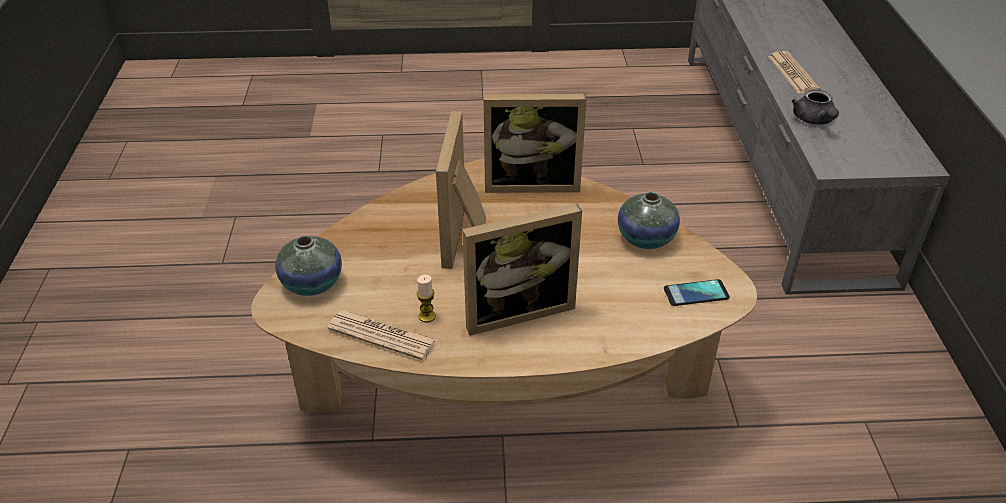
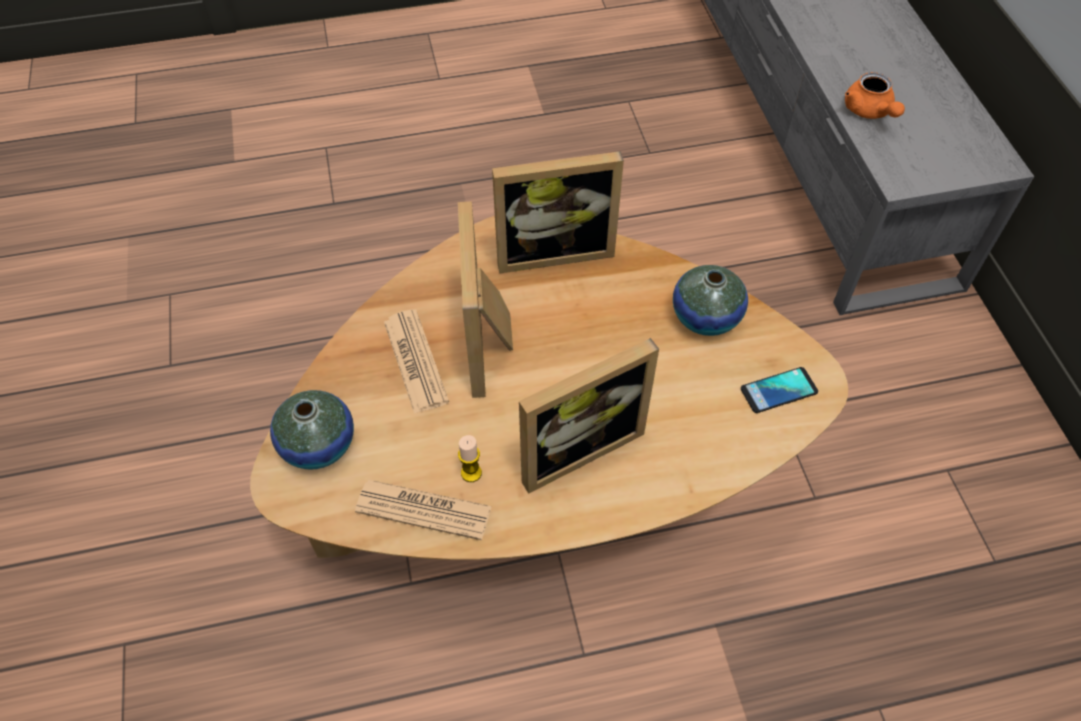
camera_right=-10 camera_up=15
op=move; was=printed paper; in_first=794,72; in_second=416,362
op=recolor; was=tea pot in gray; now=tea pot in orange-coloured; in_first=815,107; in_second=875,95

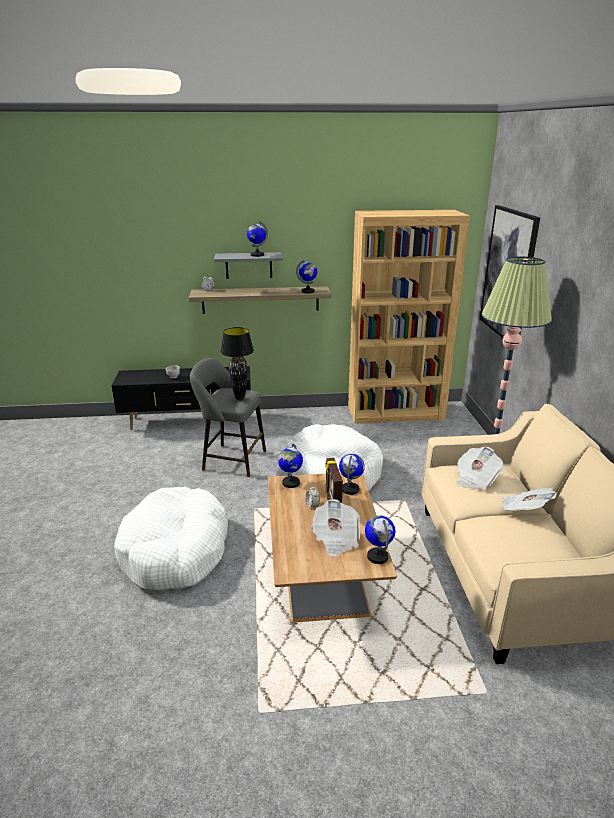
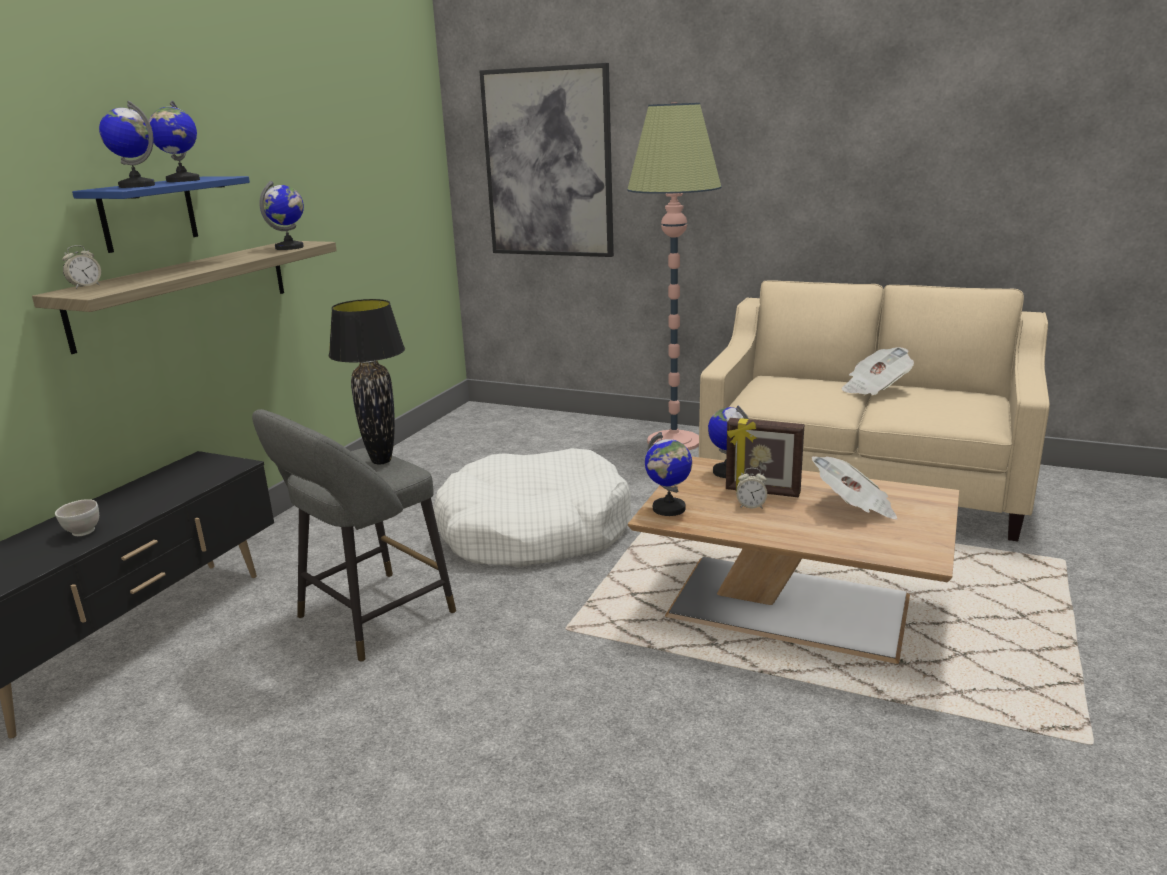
camera_right=-60 camera_up=-5
op=delete; was=dog cushion in whitish; in_first=171,539
op=recolor; was=bracket shelf in gray; now=bracket shelf in blue; in_first=248,265; in_second=161,214
op=delete; was=shelving unit in brown; in_first=409,317
op=move; was=globe; in_first=380,539; in_second=127,144
op=delete; was=printed paper; in_first=480,468

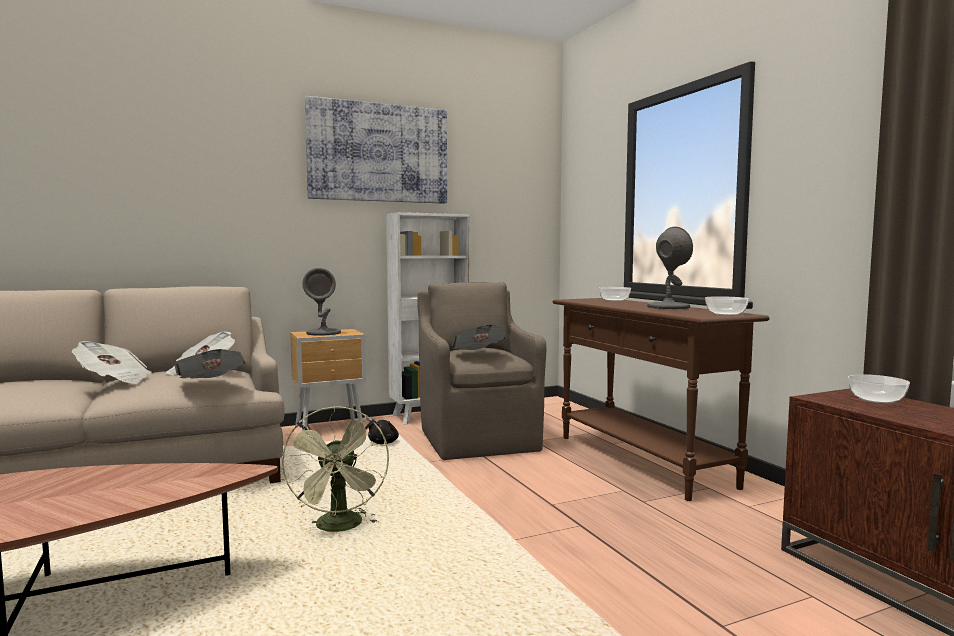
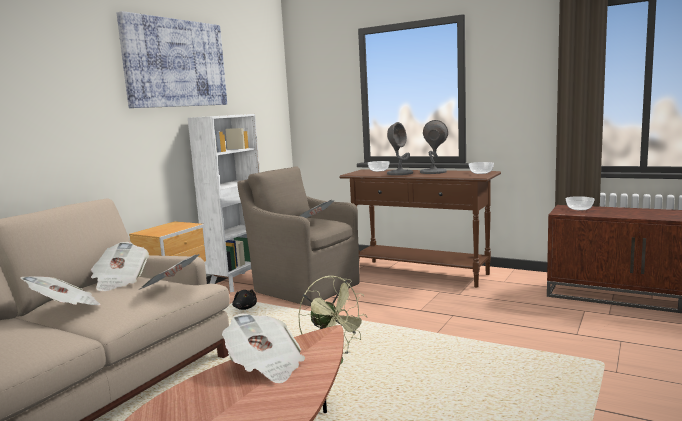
camera_right=-35 camera_up=5
op=move; was=lamp for a table in gray; in_first=321,302; in_second=400,148
op=insert; now=printed paper; in_second=263,348

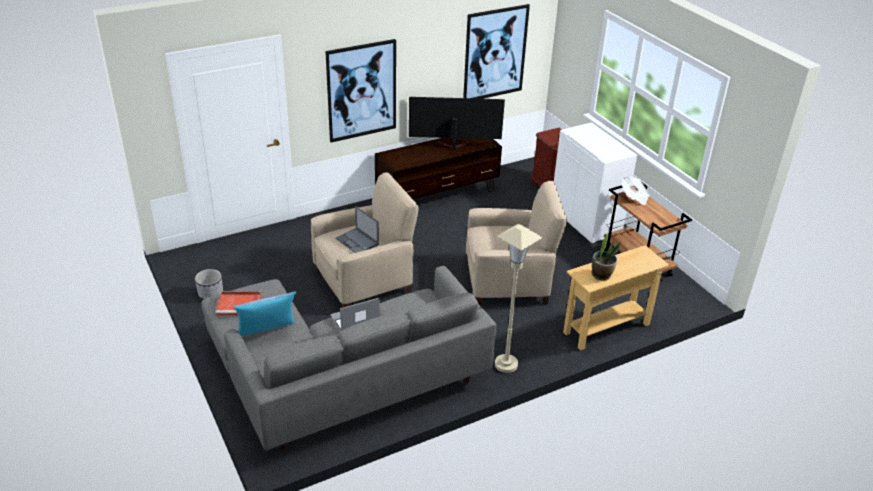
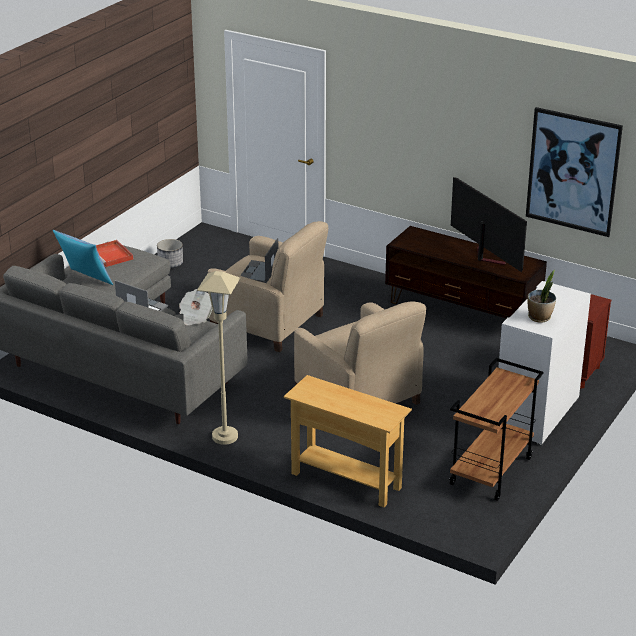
camera_right=60 camera_up=-5
op=delete; was=wall art; in_first=360,91
op=move; was=houseplant; in_first=606,256; in_second=541,296
op=move; was=printed paper; in_first=635,190; in_second=195,307

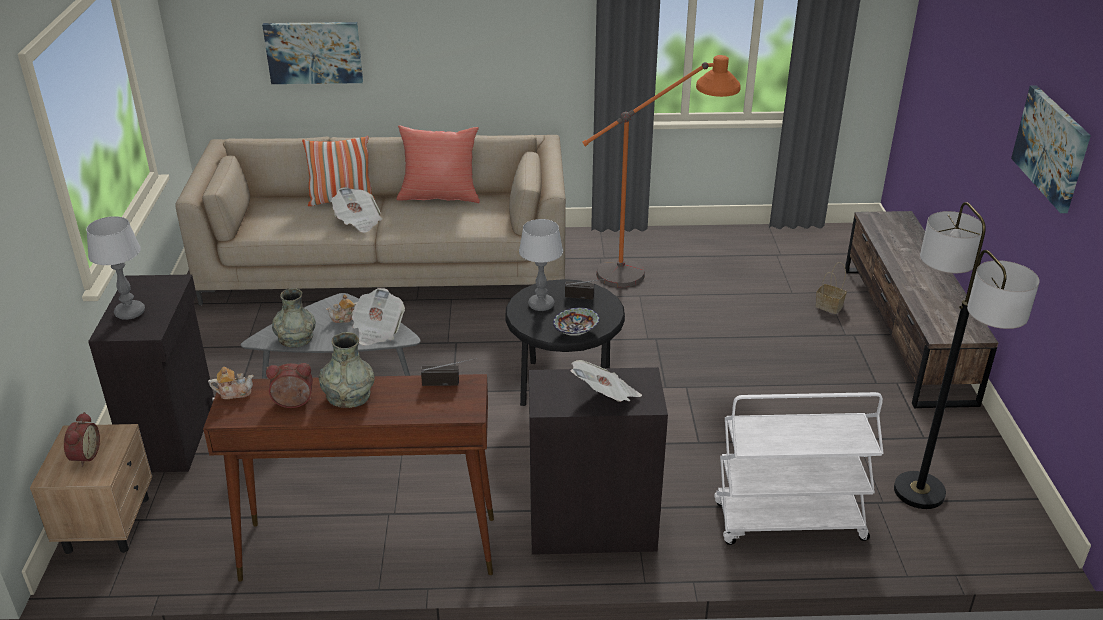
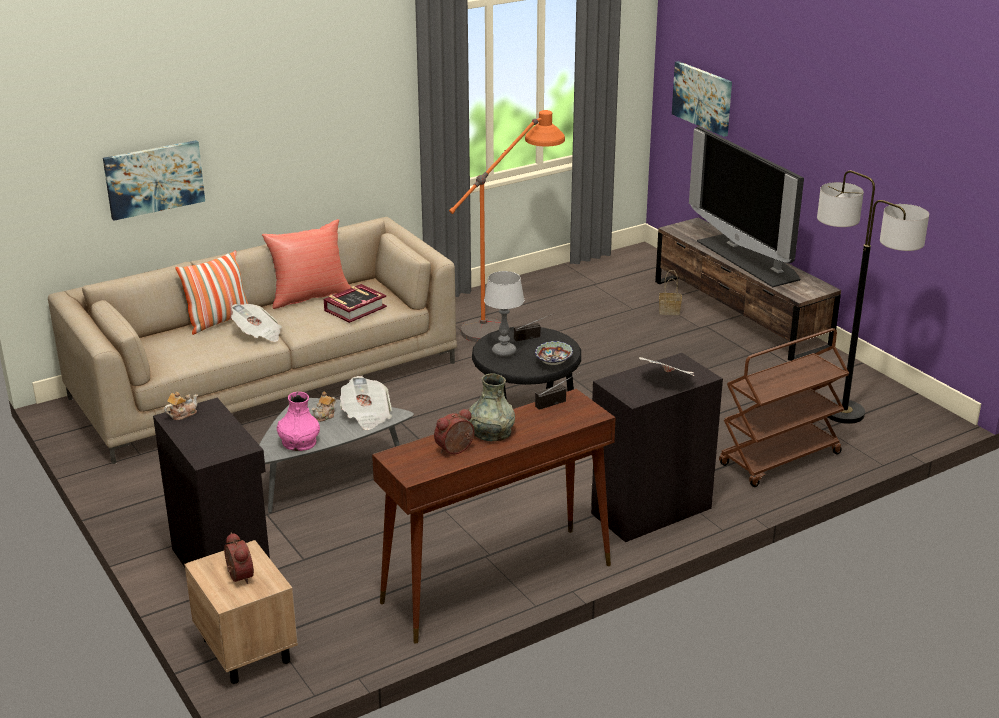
camera_right=-30 camera_up=-5
op=delete; was=lamp for a table; in_first=115,268
op=move; was=tea pot; in_first=231,383; in_second=181,406
op=recolor; was=vase in gray; now=vase in pink-coloured; in_first=294,318; in_second=298,421
op=recolor; was=trolley in whitish; now=trolley in brown; in_first=799,468; in_second=784,407
op=move; was=wall art; in_first=1051,149; in_second=702,99
op=insert; now=book; in_second=355,303
op=insert; now=television; in_second=746,206

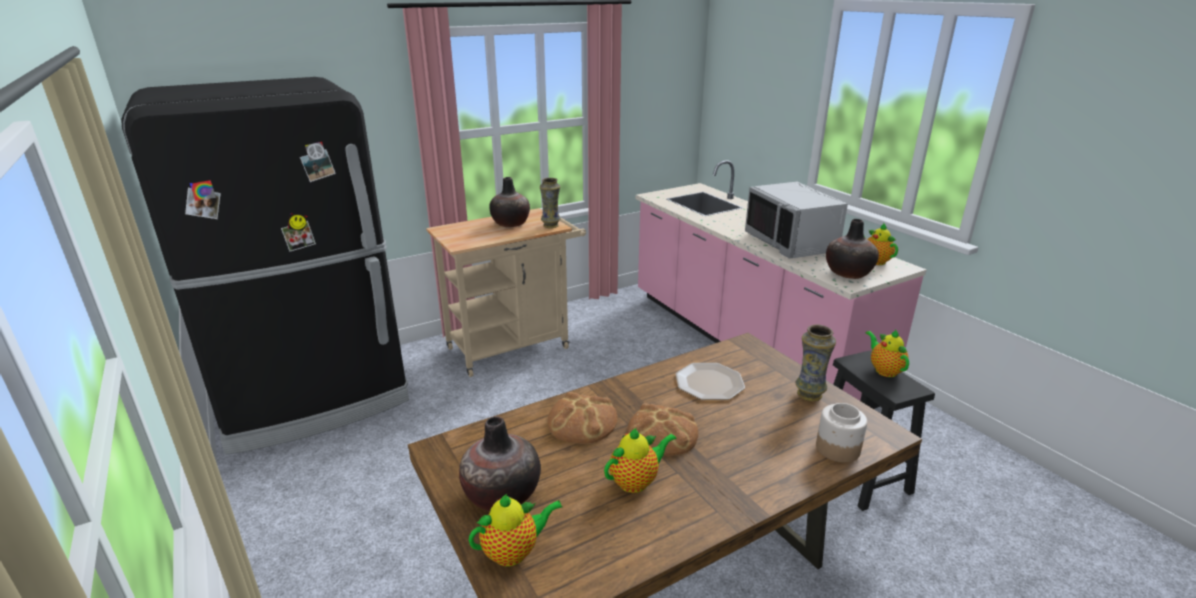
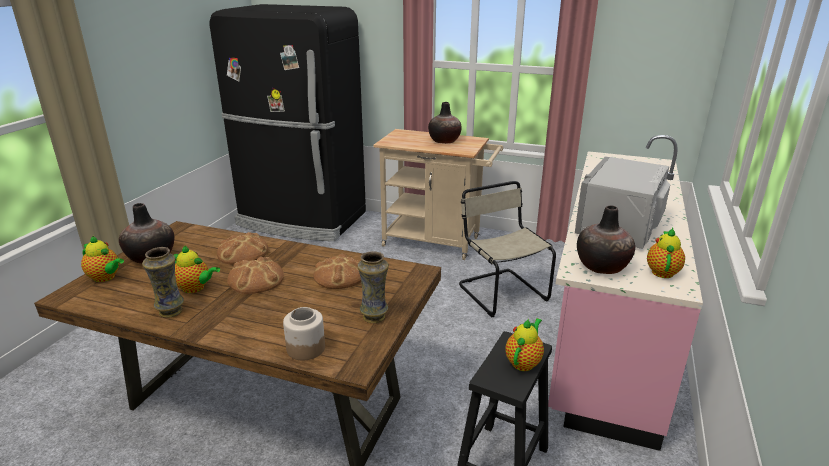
camera_right=50 camera_up=0
op=move; was=vase; in_first=550,203; in_second=163,282
op=replace; was=plate; now=bakery bread; in_first=710,381; in_second=337,271
op=insert; now=chair in beige-coloured; in_second=507,249

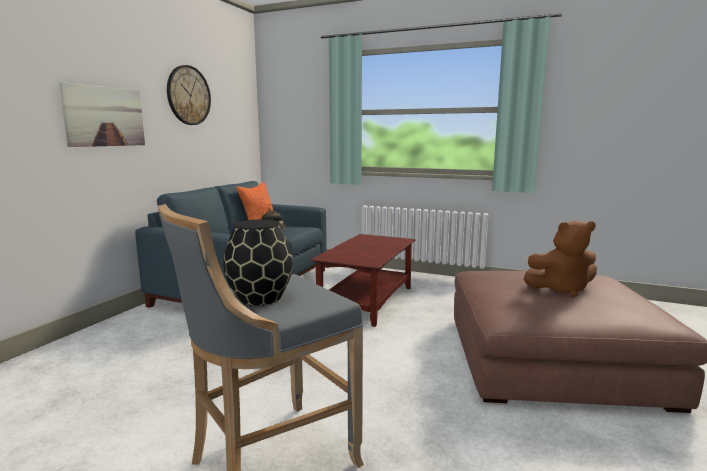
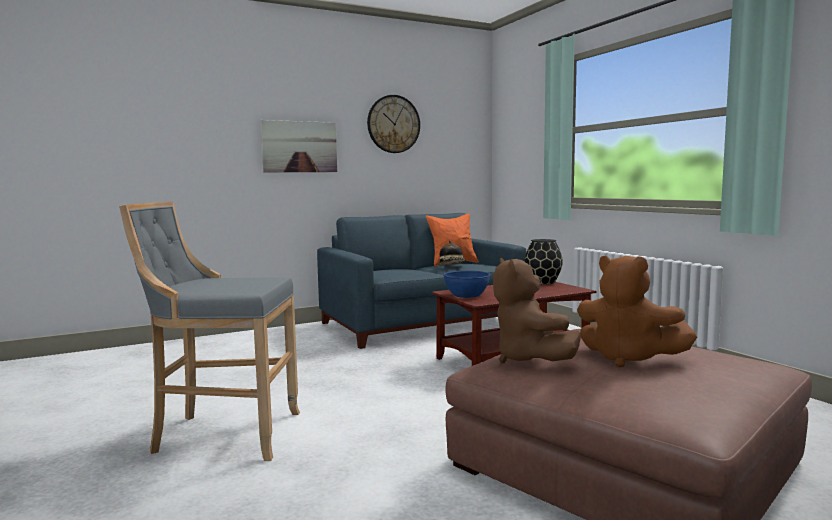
camera_right=40 camera_up=-5
op=move; was=vase in black; in_first=258,262; in_second=543,261
op=insert; now=serving bowl in blue; in_second=467,284
op=insert; now=plush toy in brown; in_second=537,310

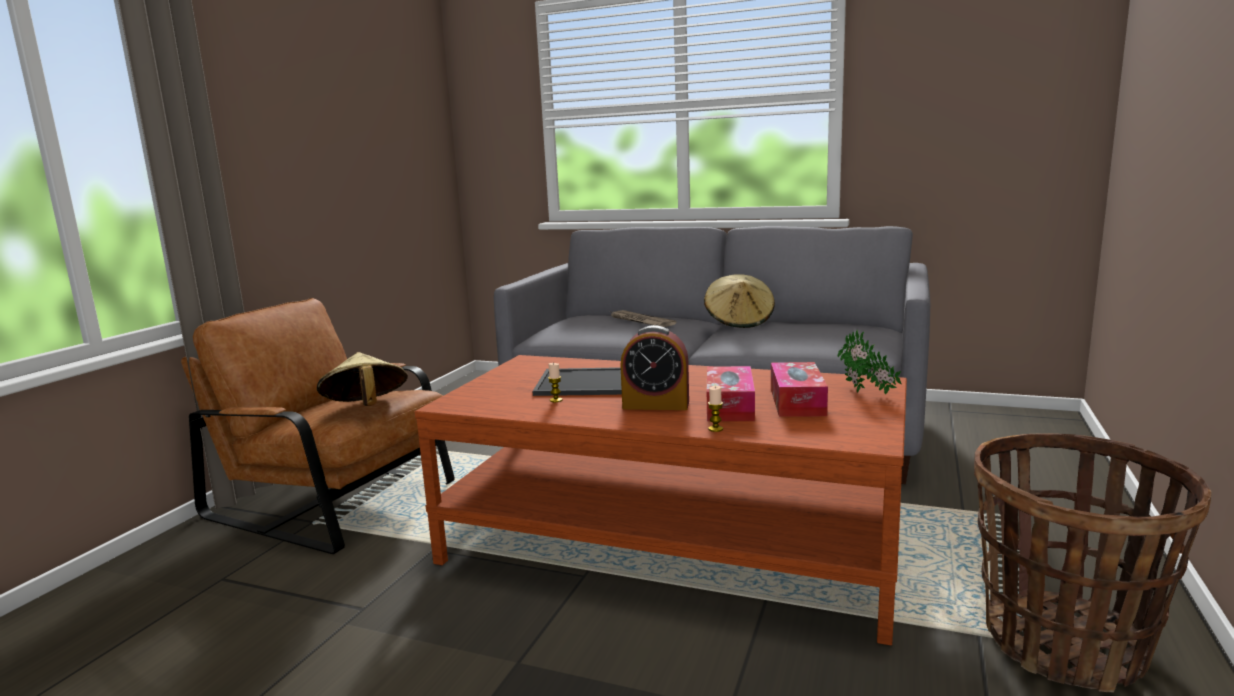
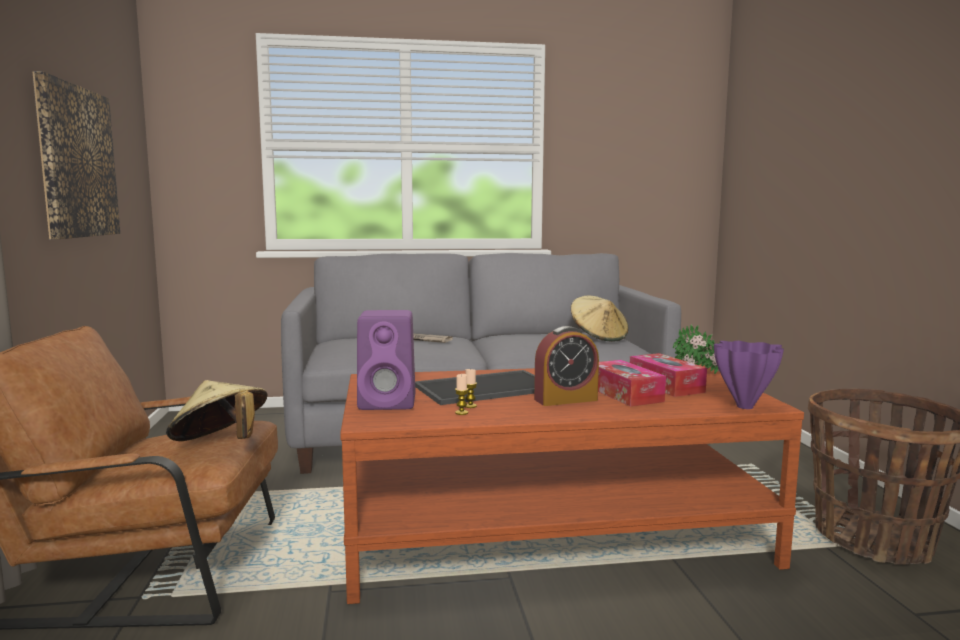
camera_right=-30 camera_up=-5
op=move; was=hat in beige-coloured; in_first=739,301; in_second=599,319
op=move; was=wax light; in_first=715,409; in_second=462,394
op=insert; now=wall art; in_second=76,155
op=insert; now=audio speaker in purplish; in_second=386,360
op=insert; now=vase in purplish; in_second=749,375

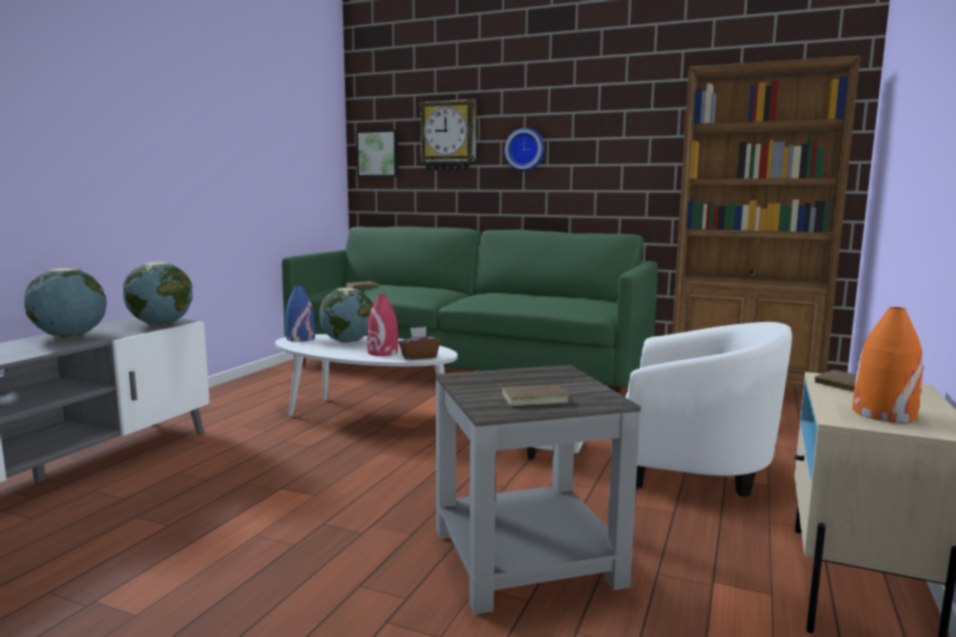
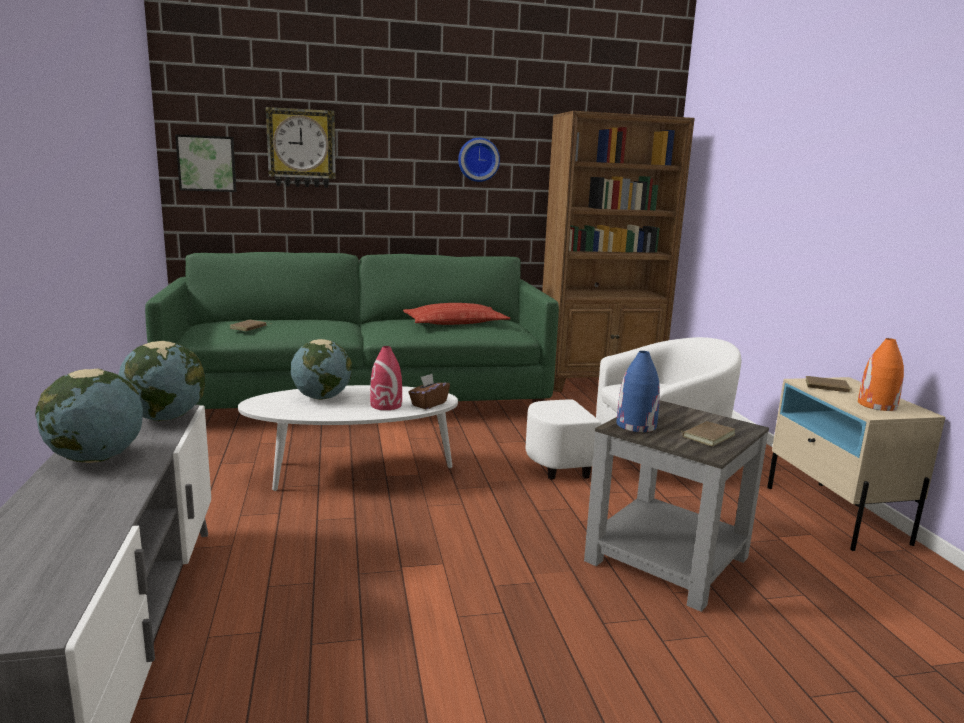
camera_right=-35 camera_up=5
op=move; was=vase in blue; in_first=300,313; in_second=638,391
op=move; was=hanging clock; in_first=524,149; in_second=479,160
op=insert; now=cushion; in_second=456,314

